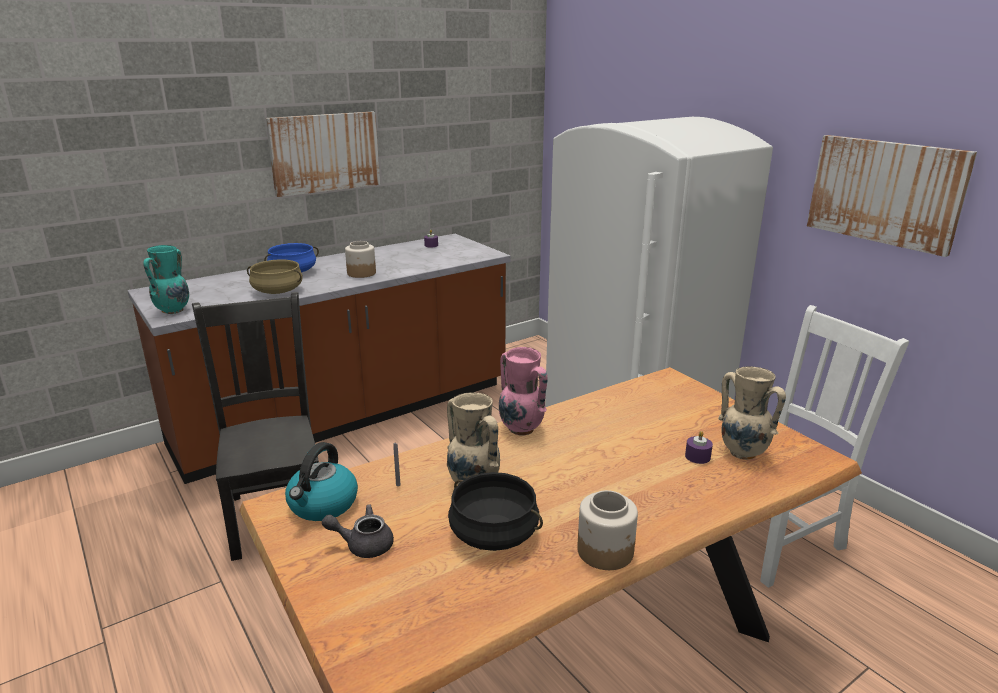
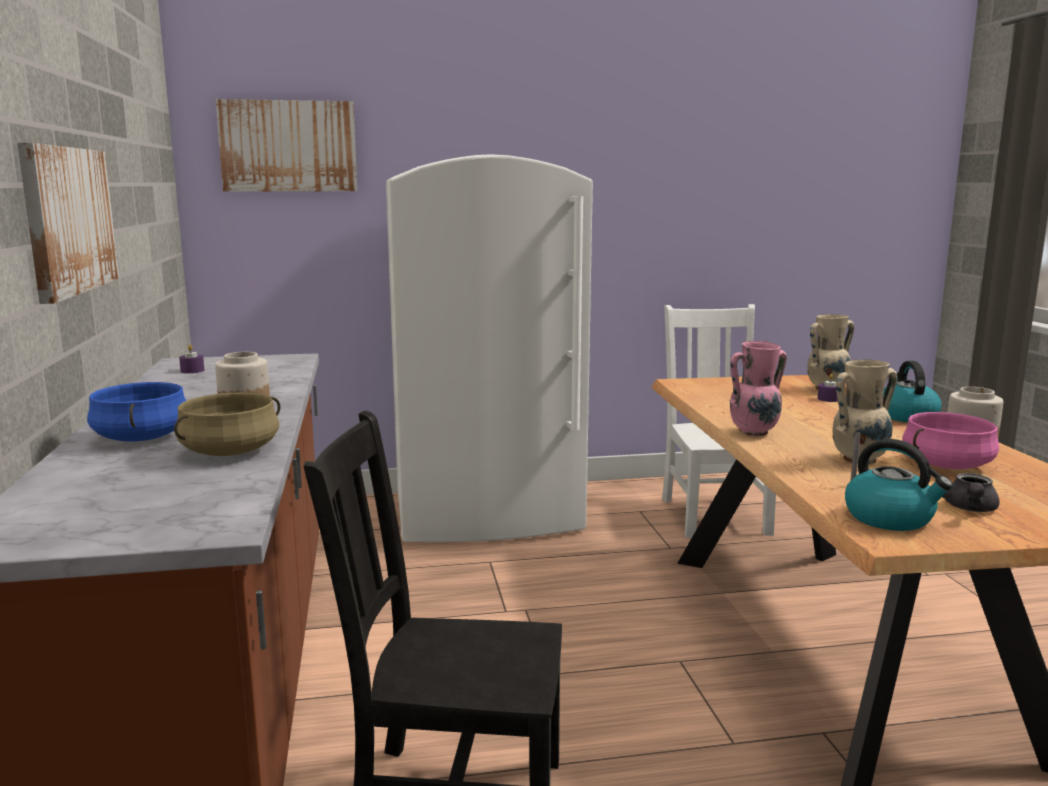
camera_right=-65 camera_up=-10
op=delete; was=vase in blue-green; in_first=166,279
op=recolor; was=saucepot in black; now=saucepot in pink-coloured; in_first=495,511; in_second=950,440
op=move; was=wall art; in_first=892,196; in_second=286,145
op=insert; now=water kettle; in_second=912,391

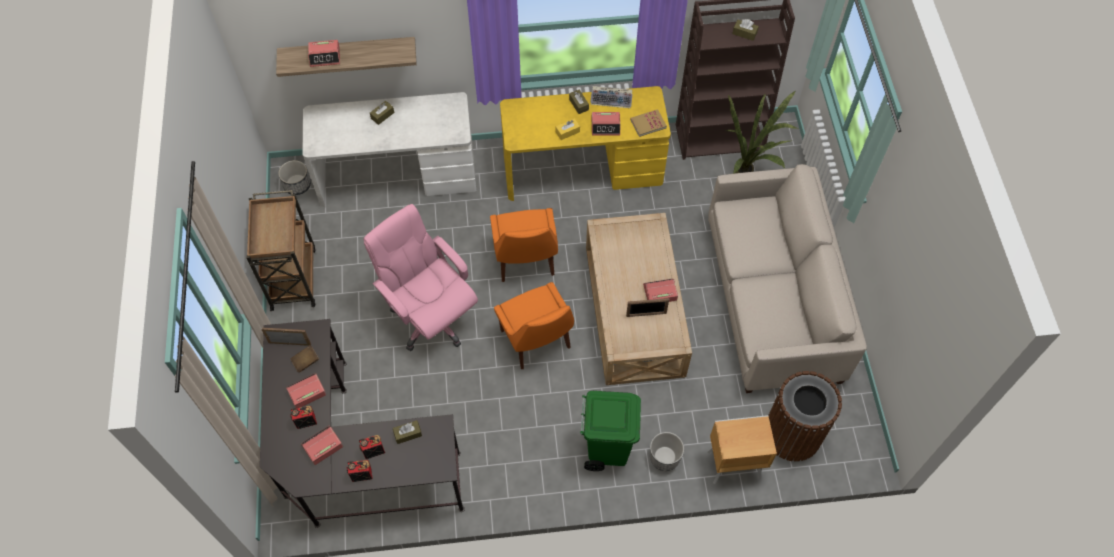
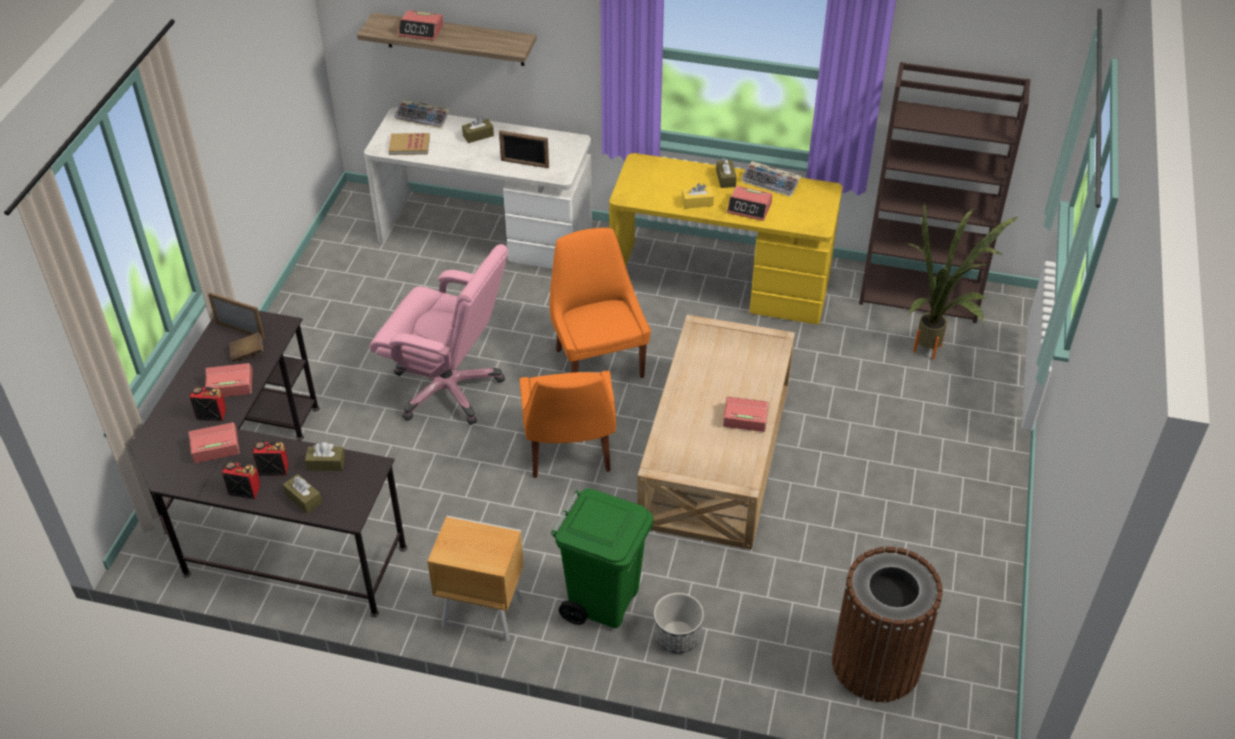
camera_right=20 camera_up=-15
op=delete; was=trolley in brown; in_first=280,250
op=delete; was=planter; in_first=294,177
op=rotate; was=office chair in pink-coloured; in_first=420,277; in_second=438,334; clockwise=135
op=rotate; was=chair in orange-coloured; in_first=524,245; in_second=600,303; clockwise=150
op=move; was=picture frame; in_first=647,307; in_second=524,149
op=move; was=book; in_first=648,123; in_second=409,144
op=move; was=bedside table in brown; in_first=742,449; in_second=475,578
op=delete; was=sofa in beige-coloured; in_first=787,278
op=move; was=tissue box in brown; in_first=745,30; in_second=302,493
op=insert; now=keyboard; in_second=422,114

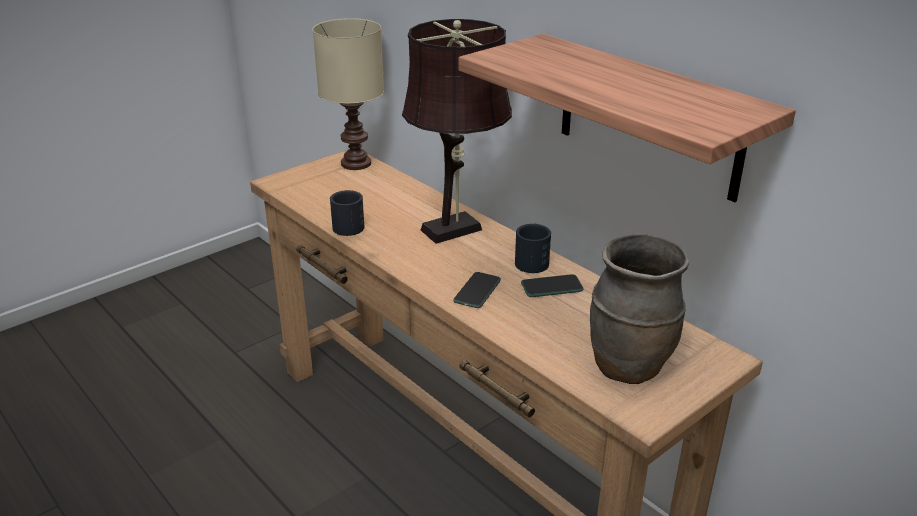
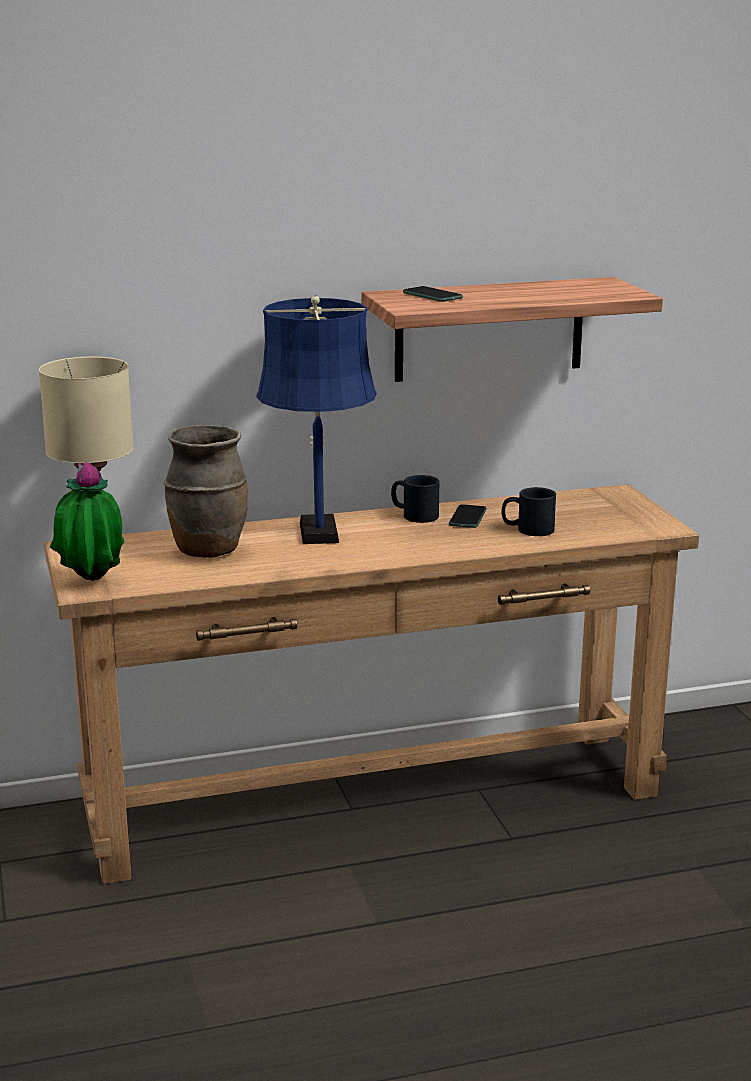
camera_right=-65 camera_up=-10
op=move; was=mug in black; in_first=347,213; in_second=528,511
op=recolor; was=lamp for a table in brown; now=lamp for a table in blue; in_first=457,131; in_second=316,420
op=move; was=phone; in_first=477,290; in_second=433,294
op=move; was=vase in brown; in_first=639,308; in_second=206,491
op=insert; now=houseplant; in_second=87,521

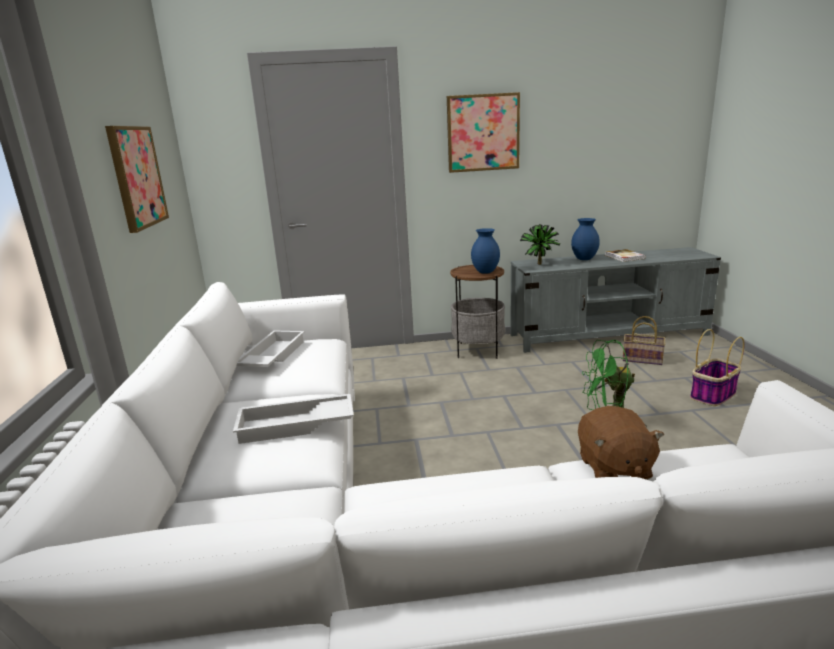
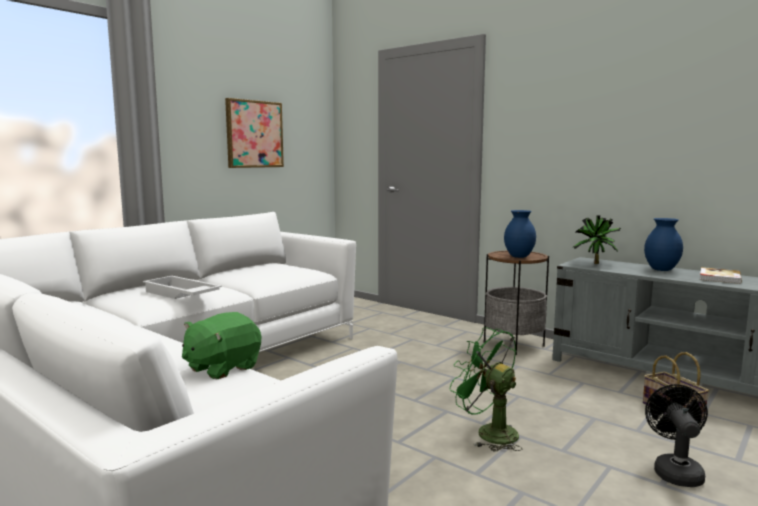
camera_right=45 camera_up=-10
op=delete; was=tray in whitish; in_first=270,348
op=delete; was=wall art; in_first=483,132
op=recolor; was=plush toy in brown; now=plush toy in green; in_first=621,443; in_second=221,345
op=replace; was=basket; now=fan in black; in_first=717,367; in_second=676,435

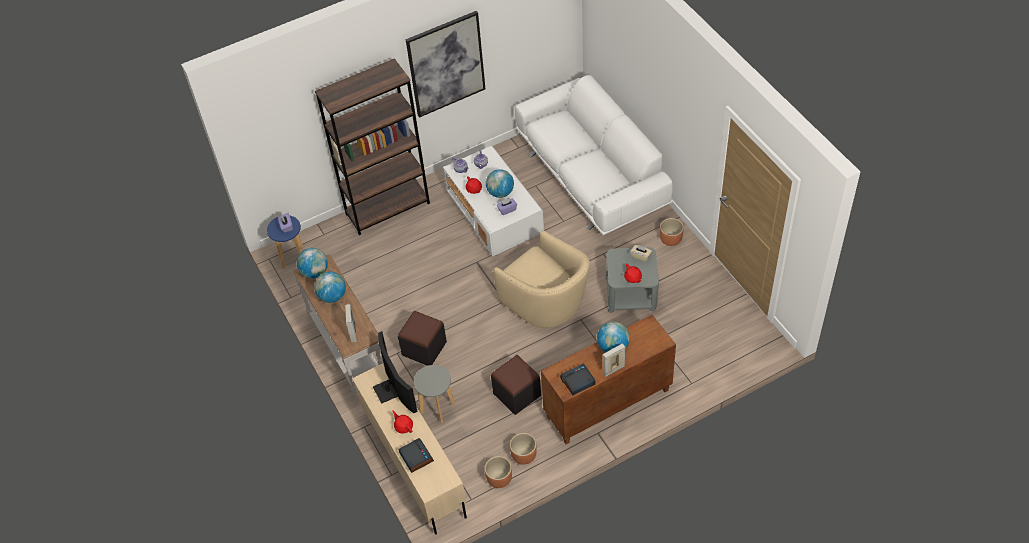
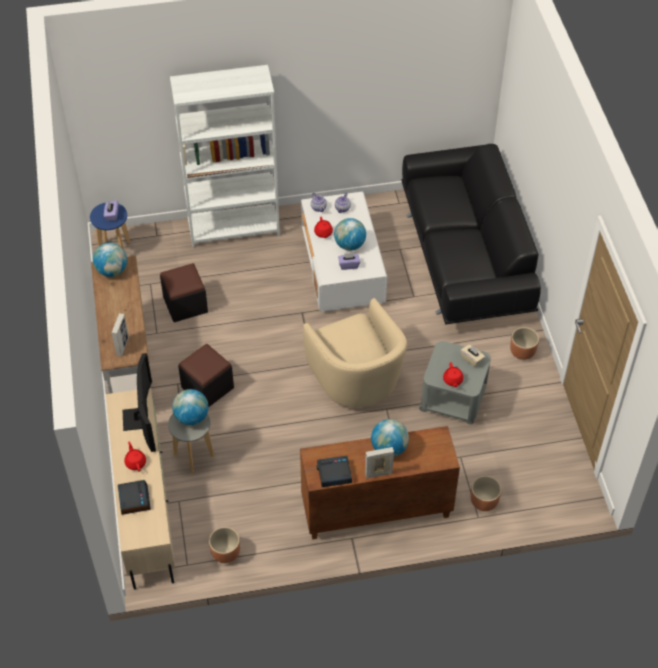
camera_right=15 camera_up=0
op=move; was=globe; in_first=330,287; in_second=190,407
op=recolor; was=shelving unit in brown; now=shelving unit in whitish; in_first=372,146; in_second=225,156
op=delete; was=wall art; in_first=446,64
op=move; was=pouffe in black; in_first=516,385; in_second=184,292
op=move; was=planter in brown; in_first=523,449; in_second=485,493
op=recolor; was=sofa in whitish; now=sofa in black; in_first=594,155; in_second=471,234

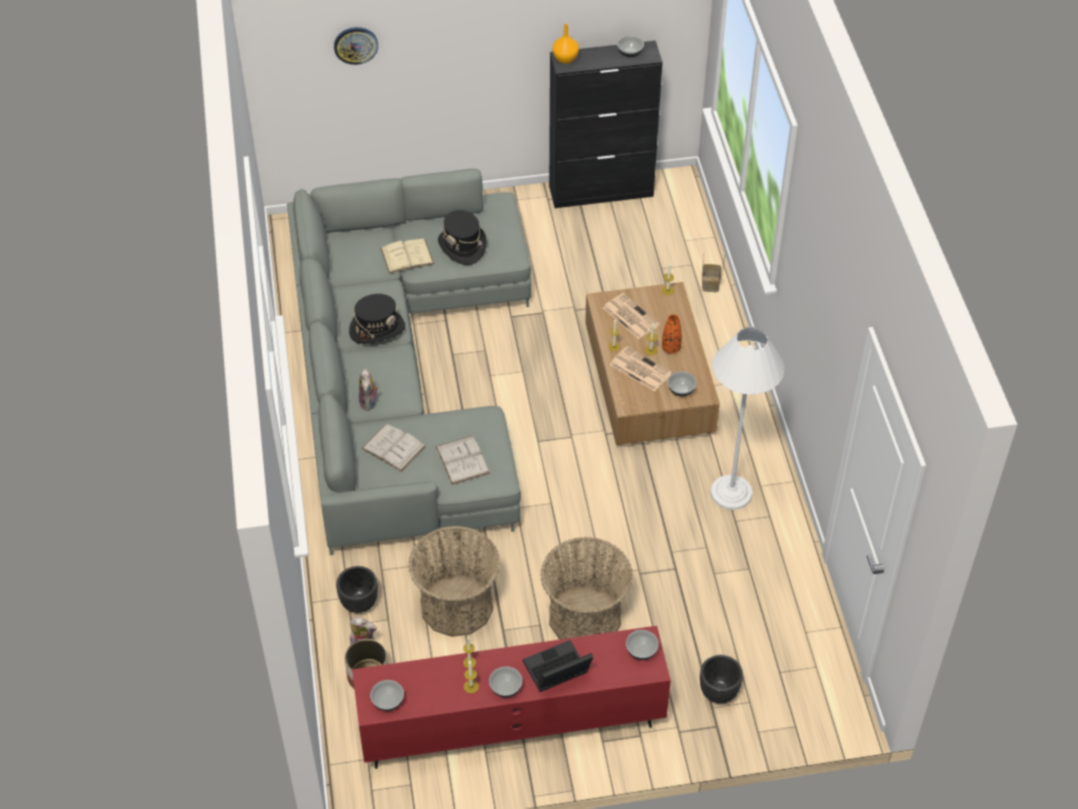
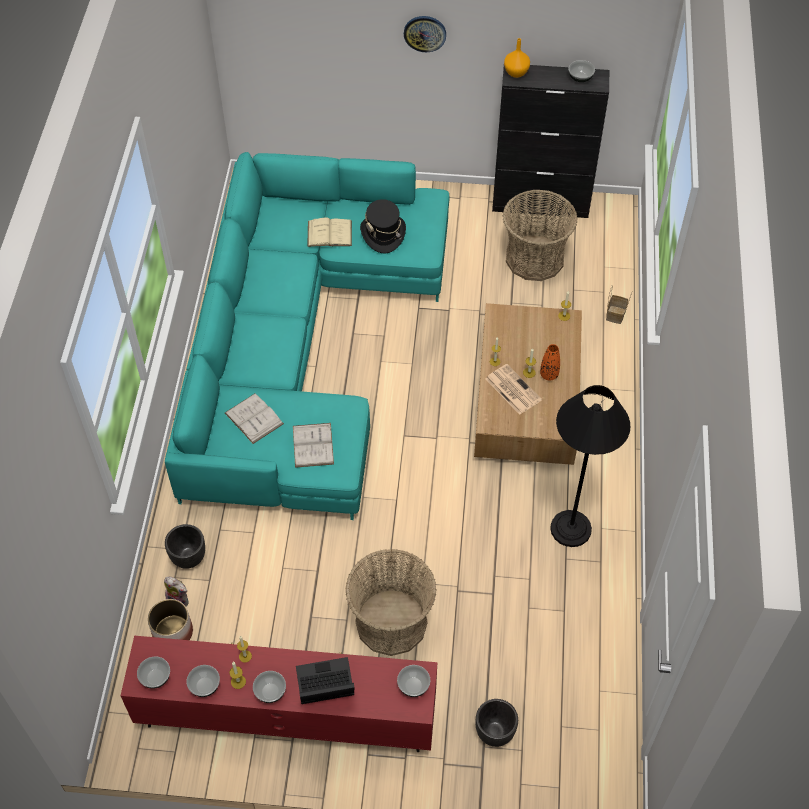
camera_right=15 camera_up=5
op=recolor; was=sofa in gray; now=sofa in blue-green; in_first=409,362; in_second=307,336
op=move; was=hanging clock; in_first=356,46; in_second=425,34
op=delete; was=hat in black; in_first=377,319
op=delete; was=plush toy; in_first=369,389
op=move; was=basket; in_first=454,581; in_second=540,235
op=delete; was=printed paper; in_first=631,316
op=move; was=serving bowl; in_first=682,383; in_second=203,681
op=recolor; was=standard lamp in whitish; now=standard lamp in black; in_first=747,418; in_second=590,466

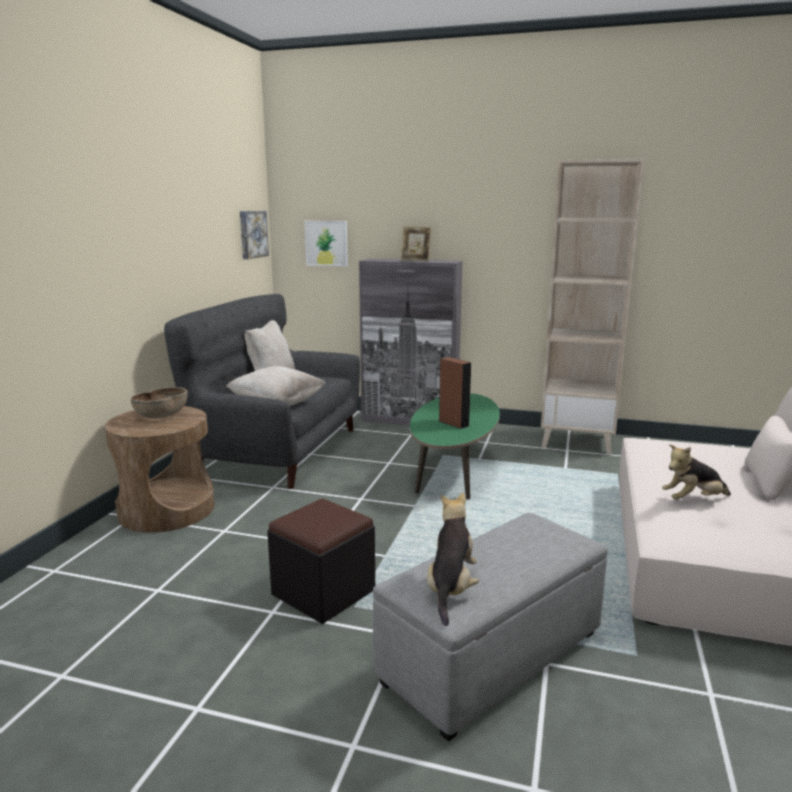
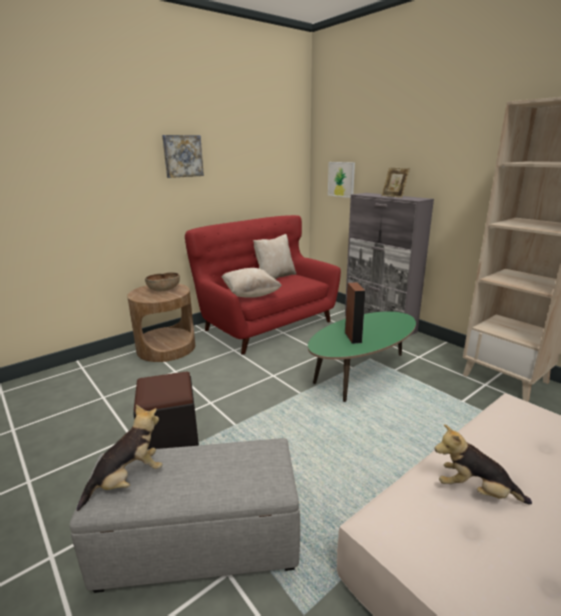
camera_right=35 camera_up=5
op=recolor; was=sofa in gray; now=sofa in reddish; in_first=262,391; in_second=263,285
op=move; was=wall art; in_first=254,235; in_second=183,156

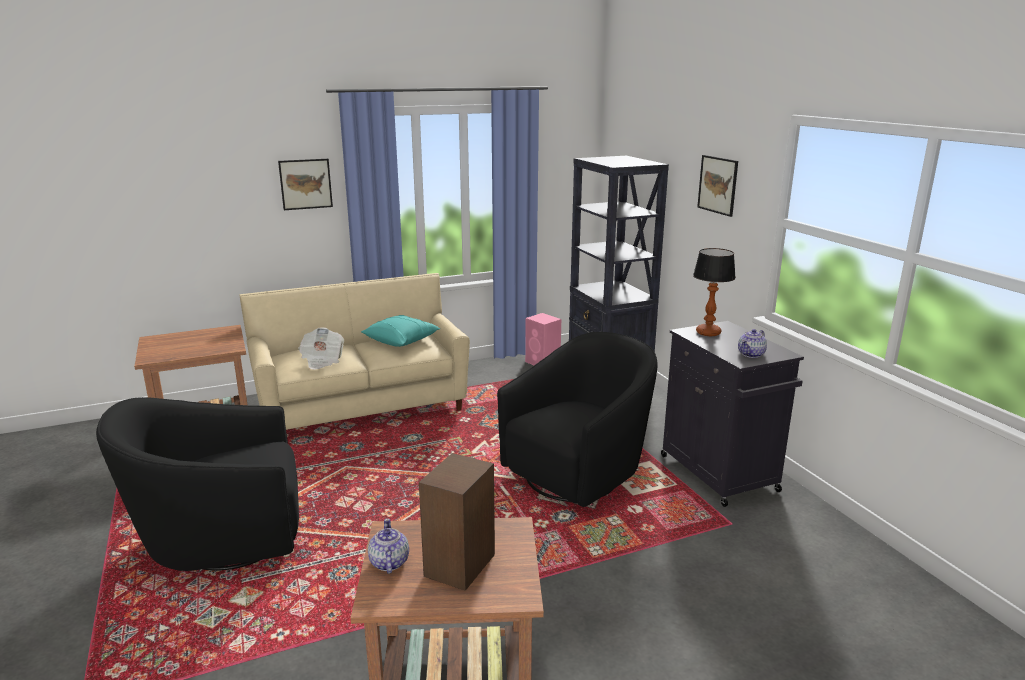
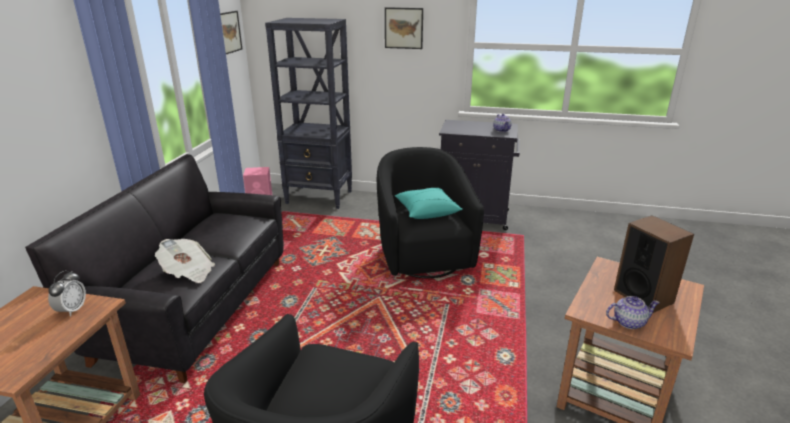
camera_right=-55 camera_up=5
op=recolor; was=sofa in beige-coloured; now=sofa in black; in_first=354,351; in_second=154,268
op=move; was=wall art; in_first=305,184; in_second=231,32
op=move; was=cushion in blue-green; in_first=400,331; in_second=429,203
op=rotate; was=tea pot; in_first=388,546; in_second=633,312; clockwise=150
op=delete; was=lamp for a table; in_first=714,292
op=insert; now=table clock; in_second=67,293

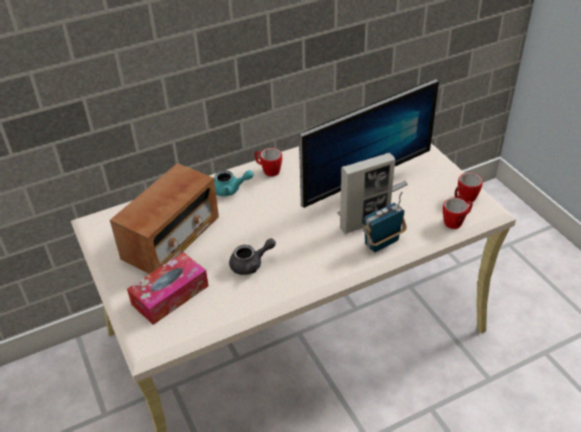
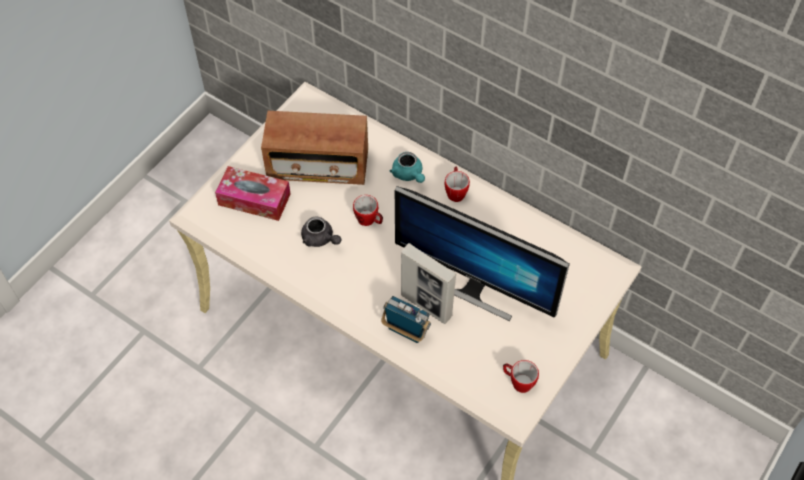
camera_right=60 camera_up=15
op=move; was=mug; in_first=458,213; in_second=368,210

